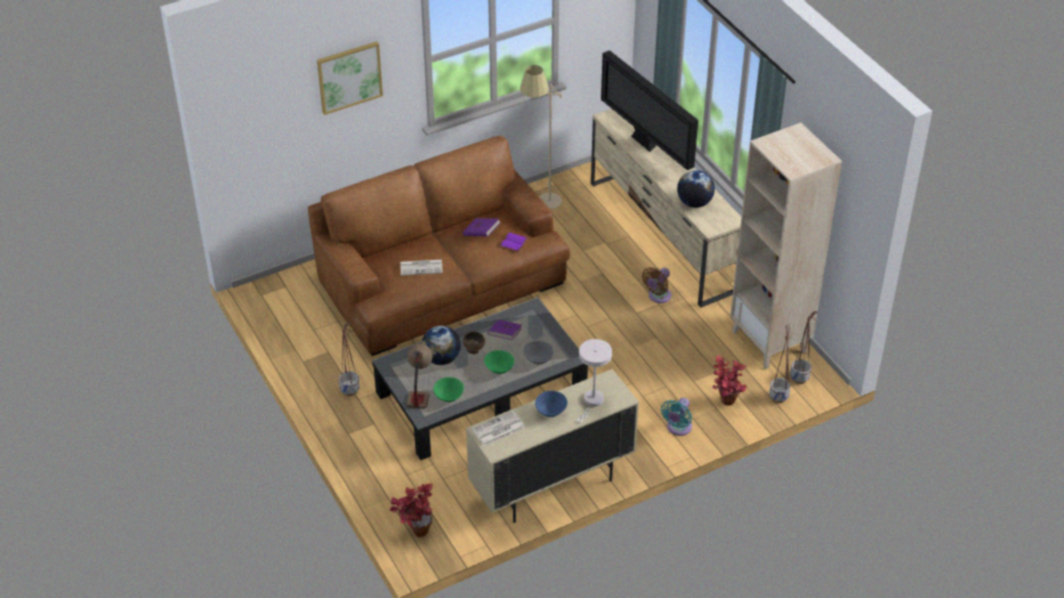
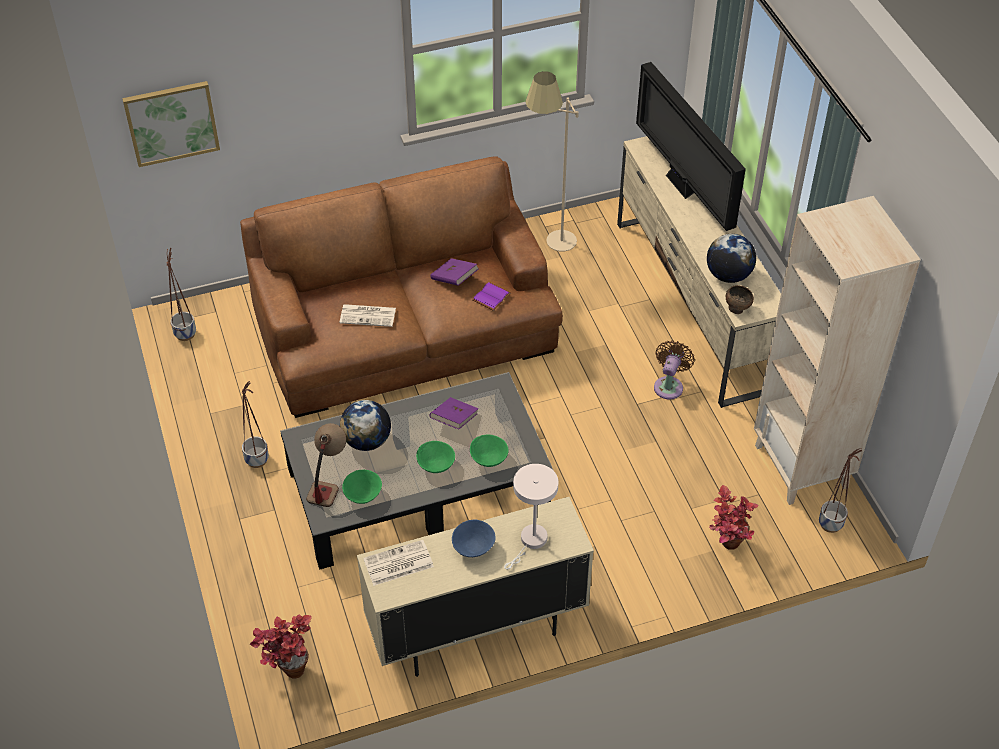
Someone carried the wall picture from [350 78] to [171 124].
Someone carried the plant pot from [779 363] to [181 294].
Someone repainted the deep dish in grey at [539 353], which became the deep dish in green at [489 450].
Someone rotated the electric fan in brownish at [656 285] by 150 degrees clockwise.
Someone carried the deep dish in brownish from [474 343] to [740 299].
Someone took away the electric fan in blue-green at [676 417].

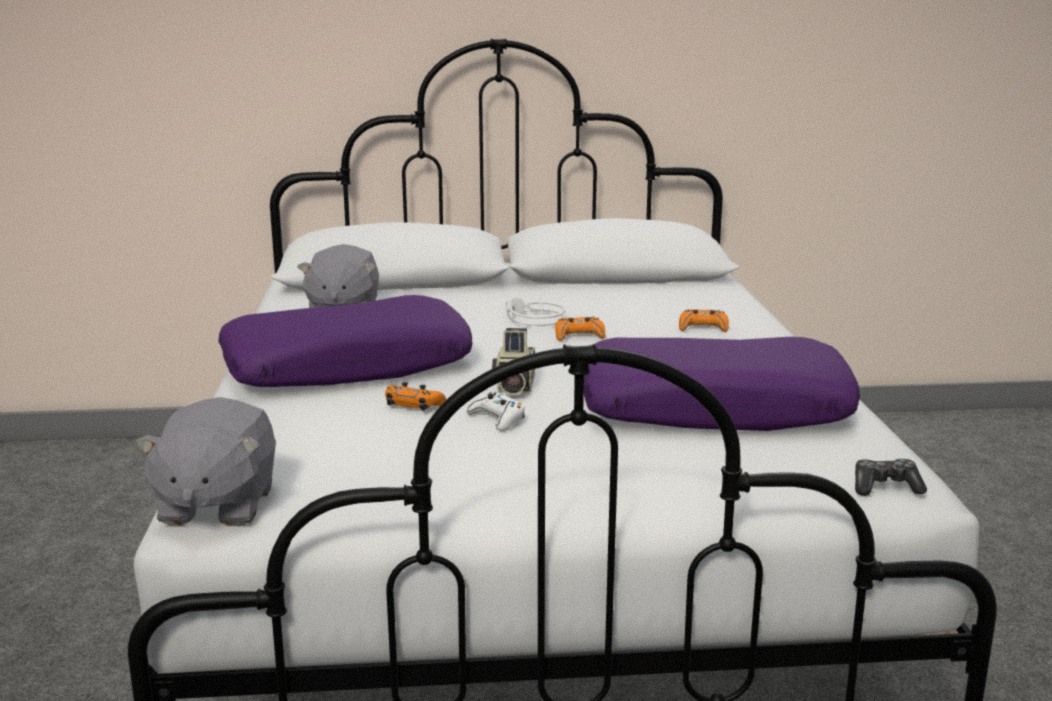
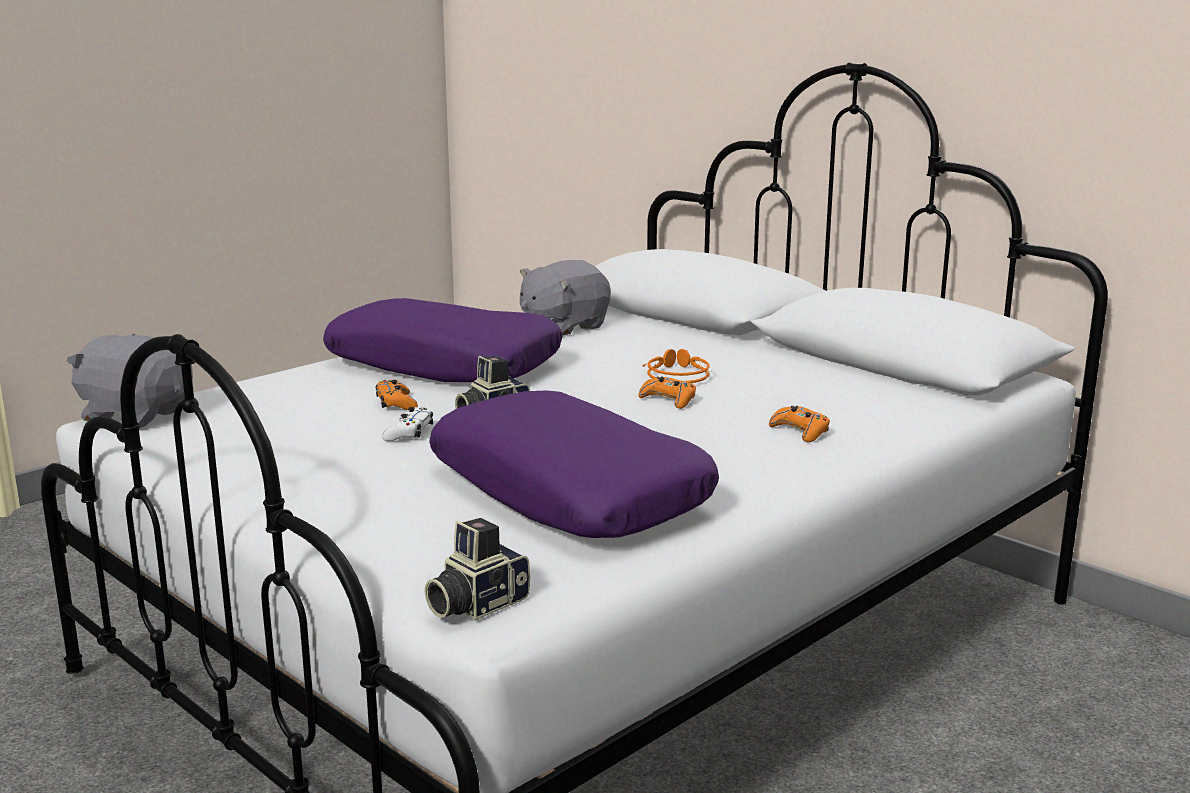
Someone rotated the plush toy in grey at [205 461] by 60 degrees clockwise.
Someone swapped the joypad at [891 477] for the photo camera at [477 569].
Someone repainted the pair of headphones in white at [535 311], which became the pair of headphones in orange at [676 366].

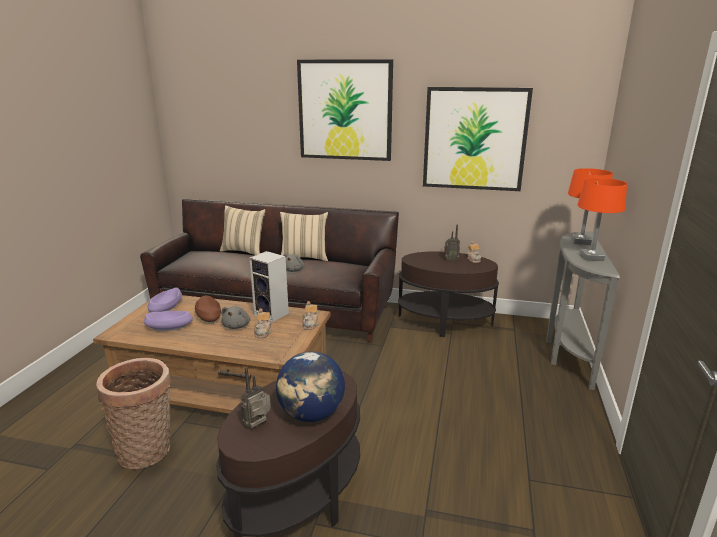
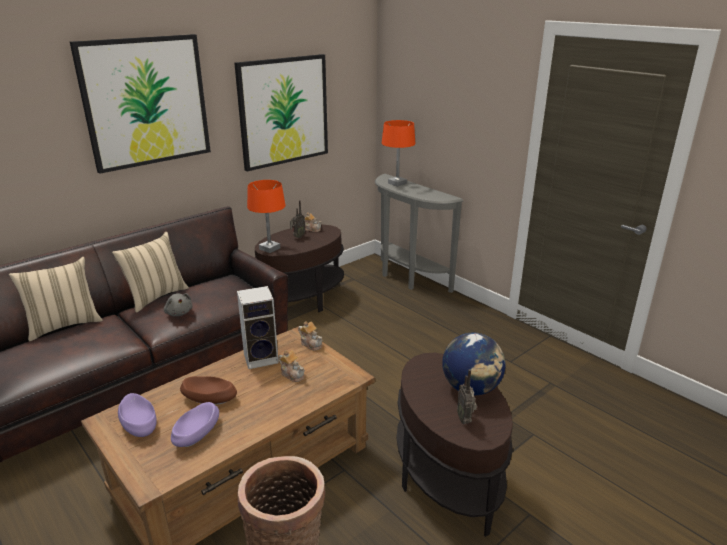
Someone carried the lamp for a table in orange from [602 219] to [266 216].
Someone took away the plush toy in grey at [235 317].

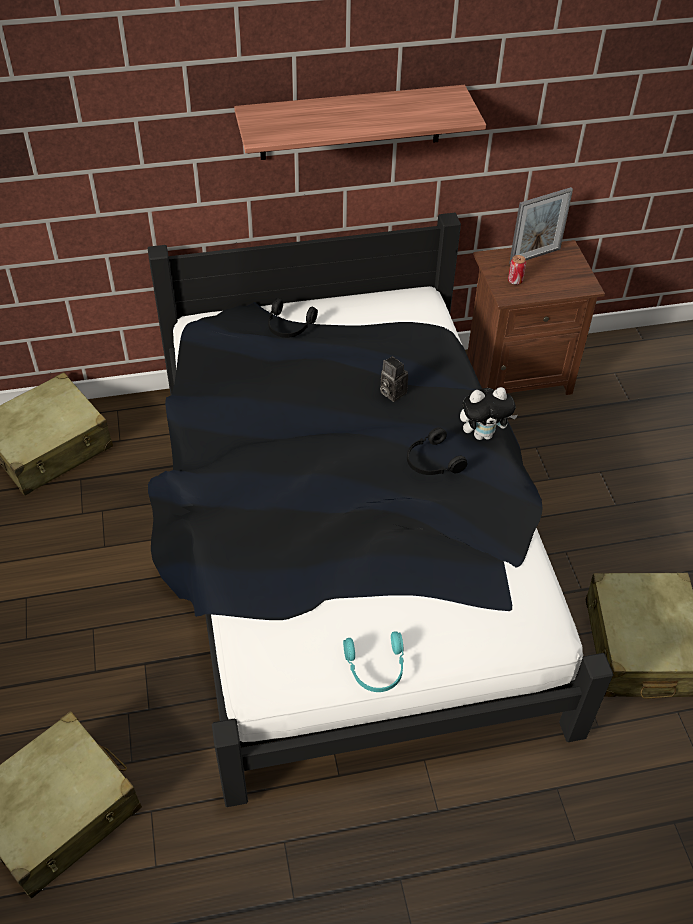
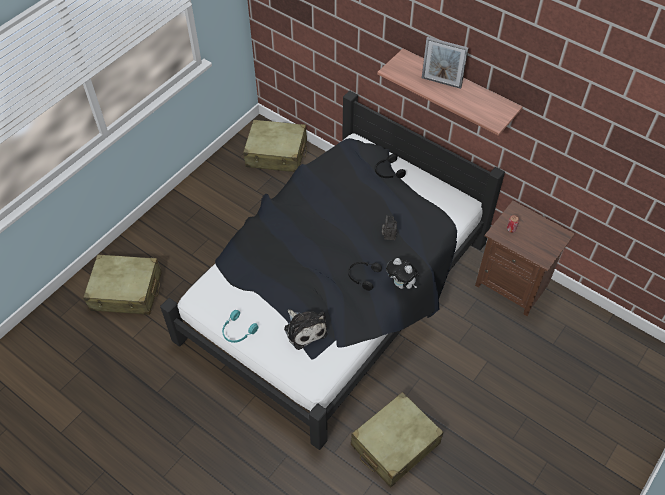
Someone put down the plush toy at [305 330].
Someone carried the photo frame from [541 225] to [445 63].

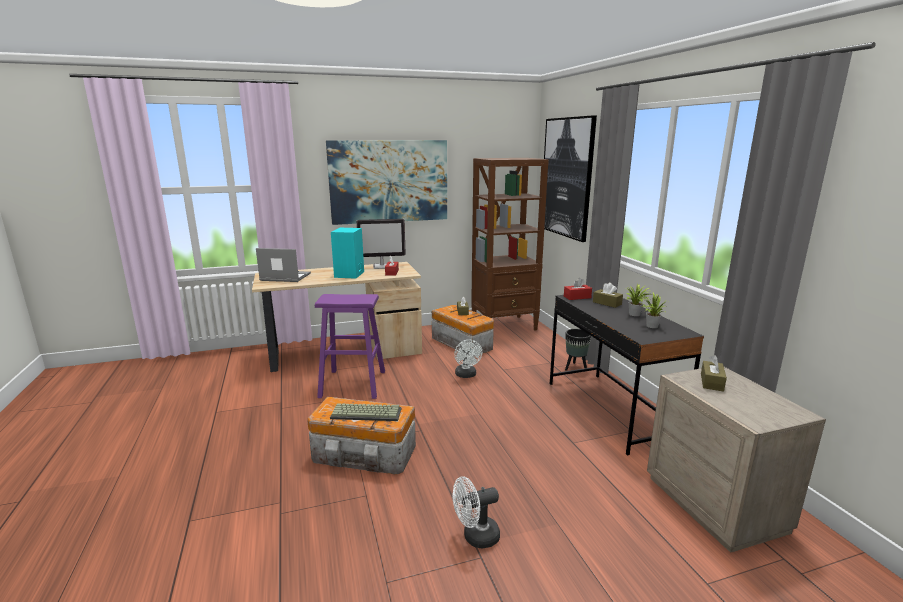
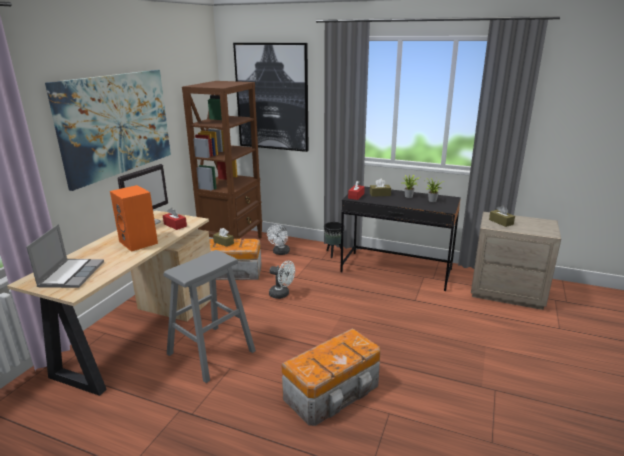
Someone rotated the portable computer at [283 265] by 135 degrees clockwise.
Someone repainted the audio speaker in blue-green at [347 253], which became the audio speaker in orange at [134 218].
Someone repainted the stool in purple-coloured at [350 346], which became the stool in grey at [209 316].
Someone carried the electric fan in white from [476 512] to [278 240].
Someone took away the computer keyboard at [366 412].

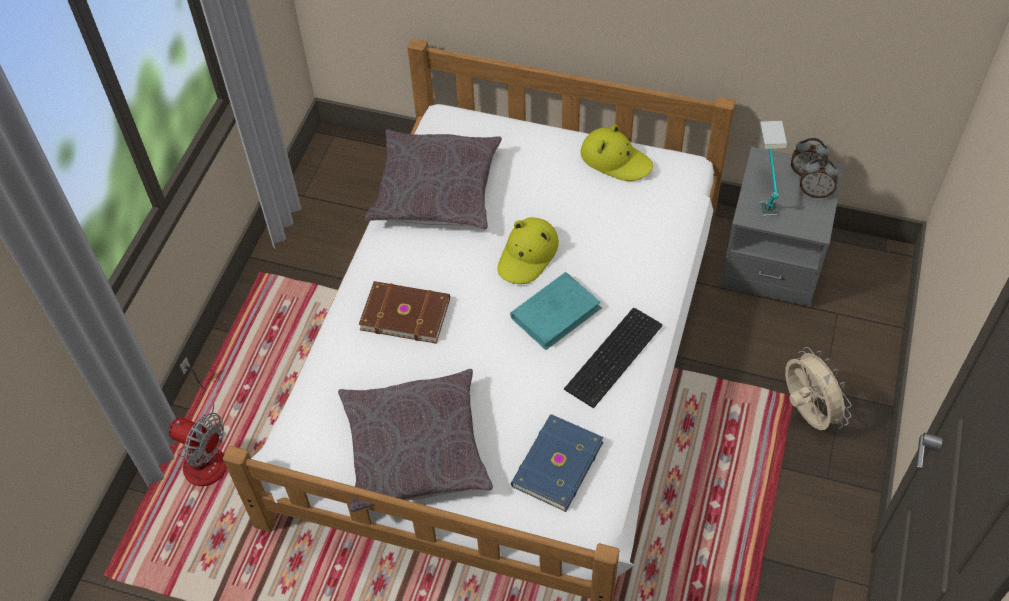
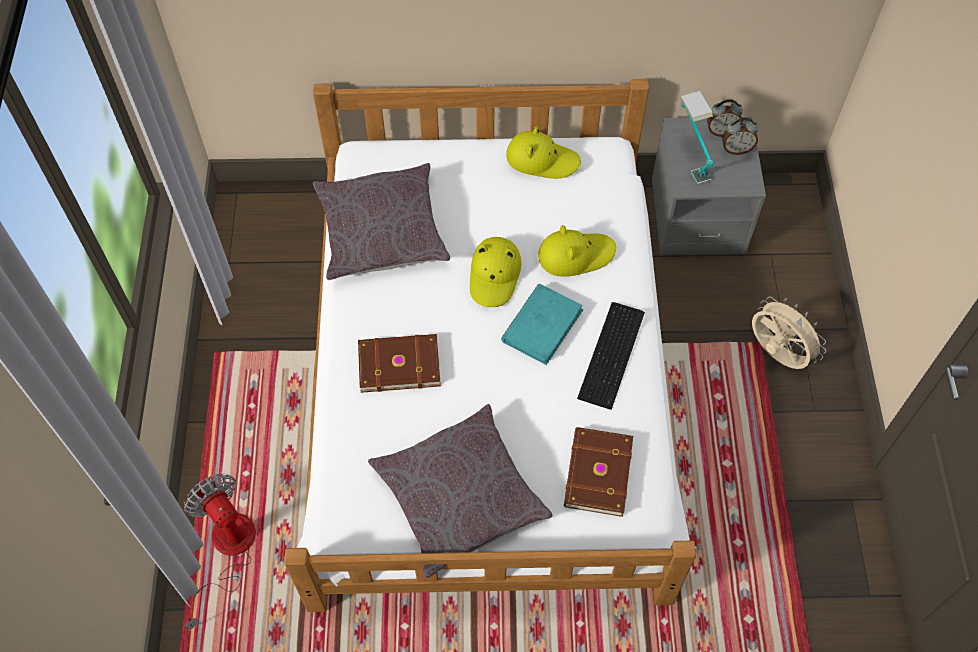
Someone rotated the electric fan at [197 421] by 135 degrees counterclockwise.
Someone put down the clothing hat in yellow-coloured at [577 251].
Someone repainted the volume in bluish at [557 463], which became the volume in brownish at [598 472].

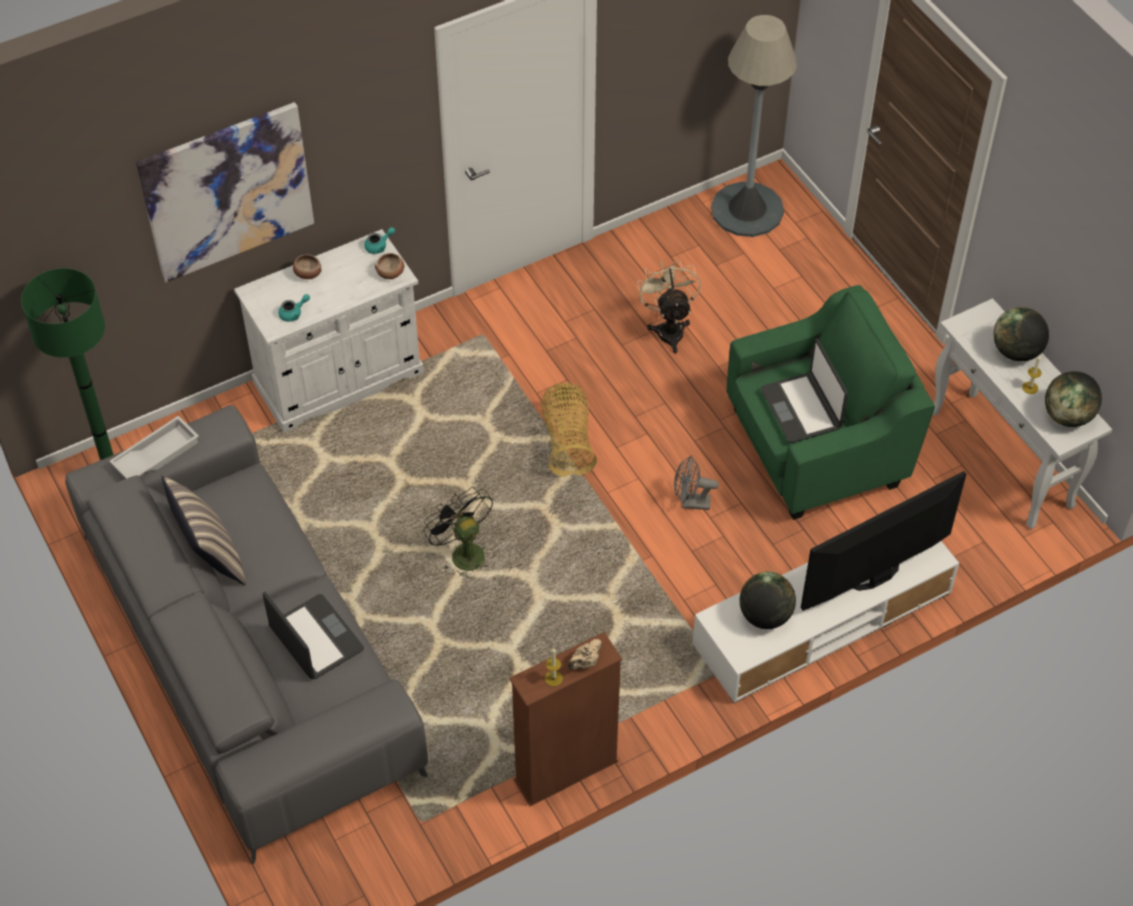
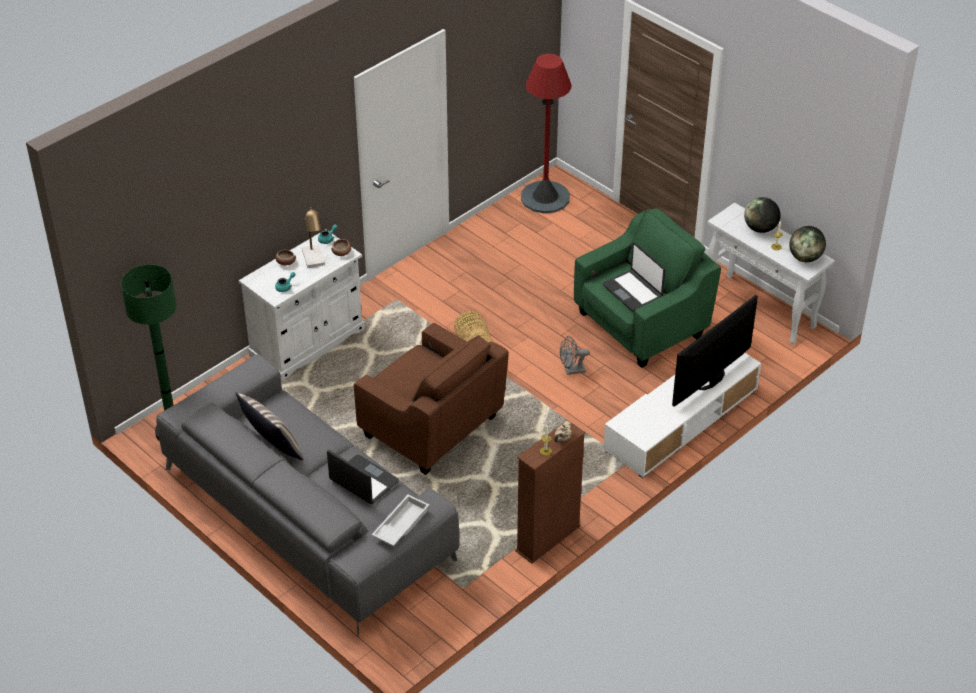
Someone put down the lamp for a table at [313 237].
Someone swapped the electric fan in blackish at [458 532] for the easy chair in brownish at [431 399].
Someone carried the serving tray in white from [154 447] to [400 520].
Someone repainted the standing lamp in grey at [754 126], which became the standing lamp in reddish at [546 133].
Someone took away the wall picture at [225 192].
Someone took away the electric fan in beige-coloured at [669 306].
Someone took away the world globe at [768 600].

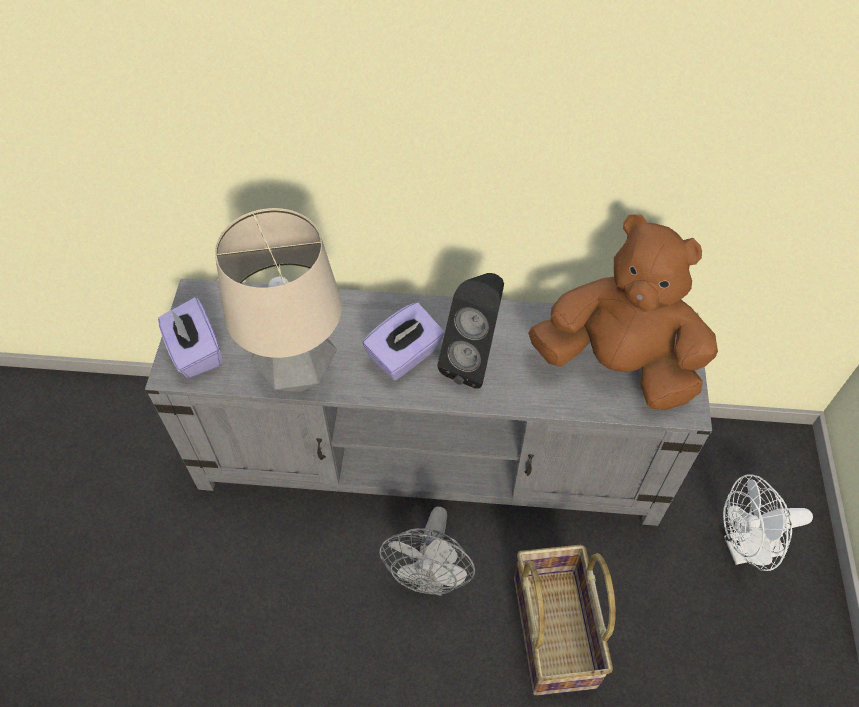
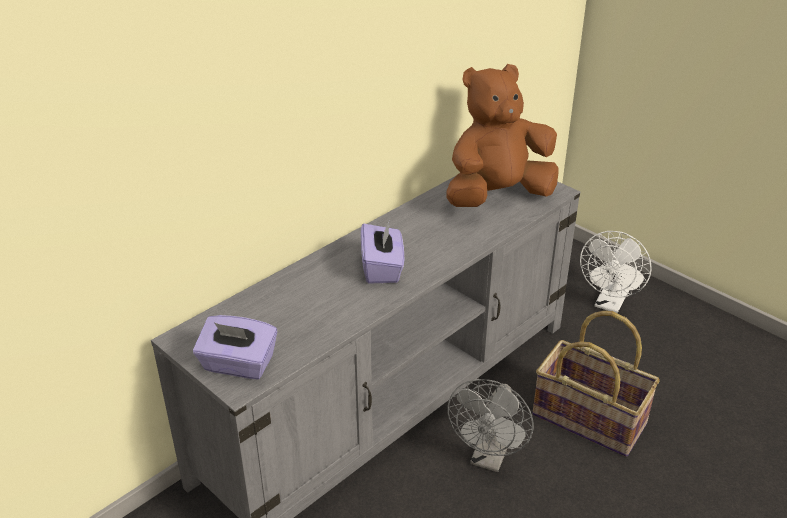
Someone rotated the electric fan in grey at [427 551] by 60 degrees clockwise.
Someone took away the lamp for a table at [278 300].
Someone took away the audio speaker in blackish at [470 331].

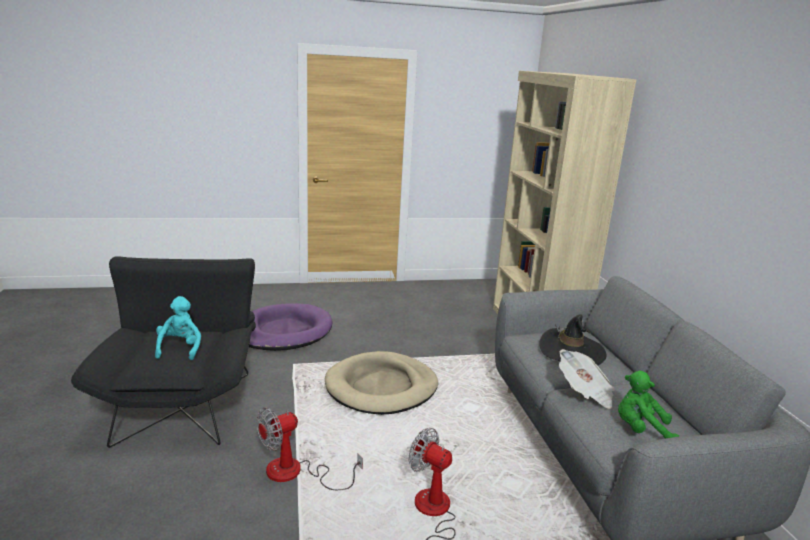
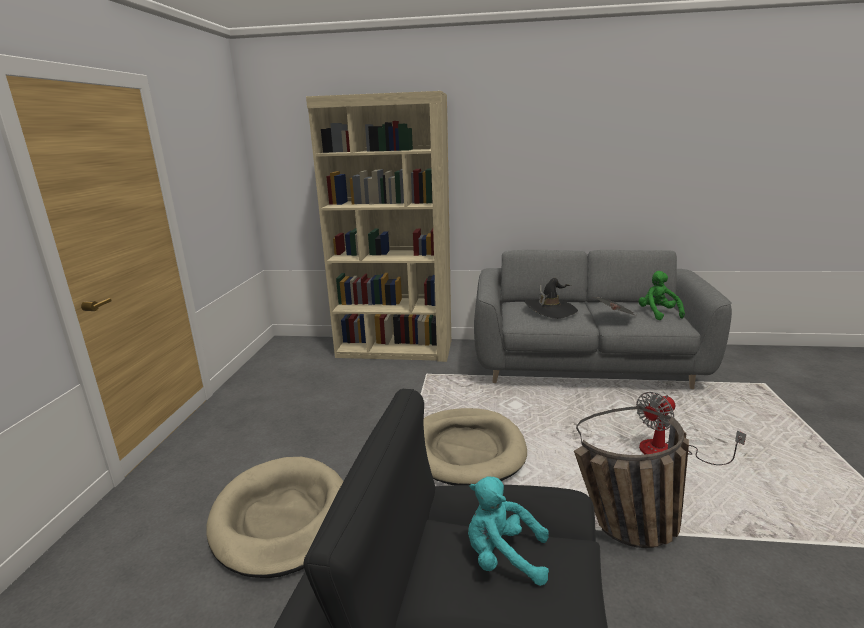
Someone repainted the dog cushion in purple-coloured at [290 327], which became the dog cushion in beige-coloured at [275 517].
Someone swapped the electric fan at [309 449] for the storage basket at [631 477].
Someone rotated the plush toy in green at [648 404] by 135 degrees clockwise.

